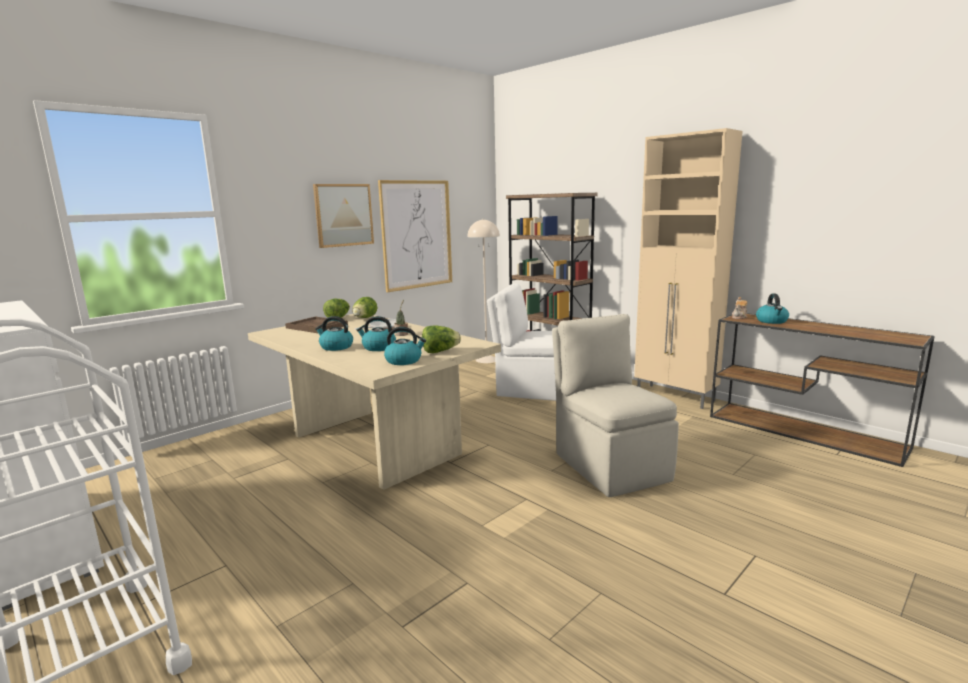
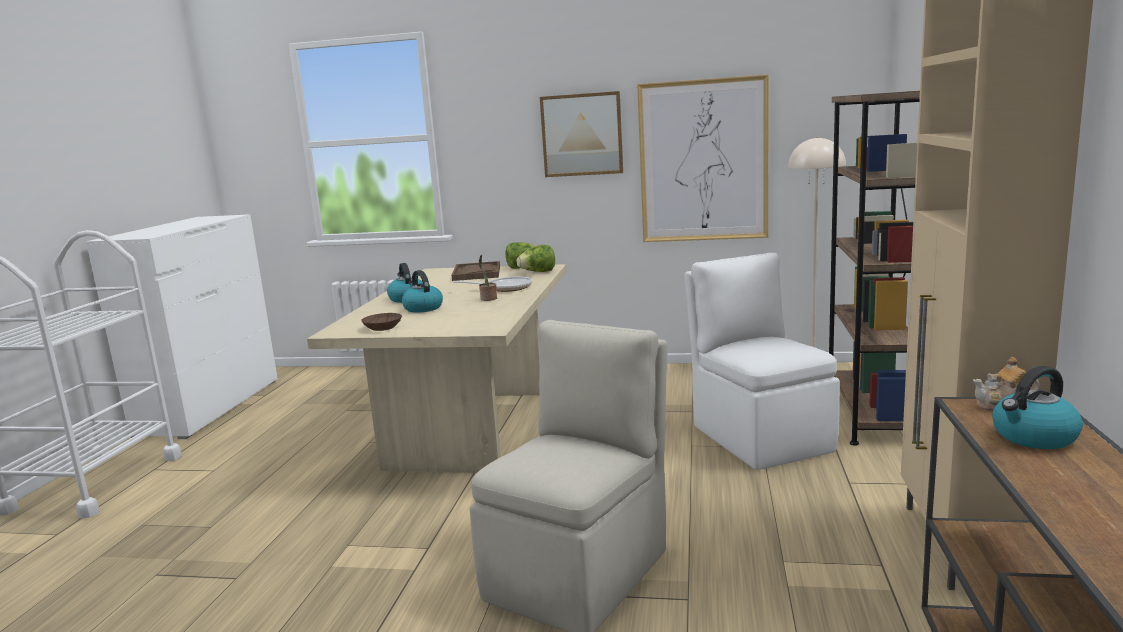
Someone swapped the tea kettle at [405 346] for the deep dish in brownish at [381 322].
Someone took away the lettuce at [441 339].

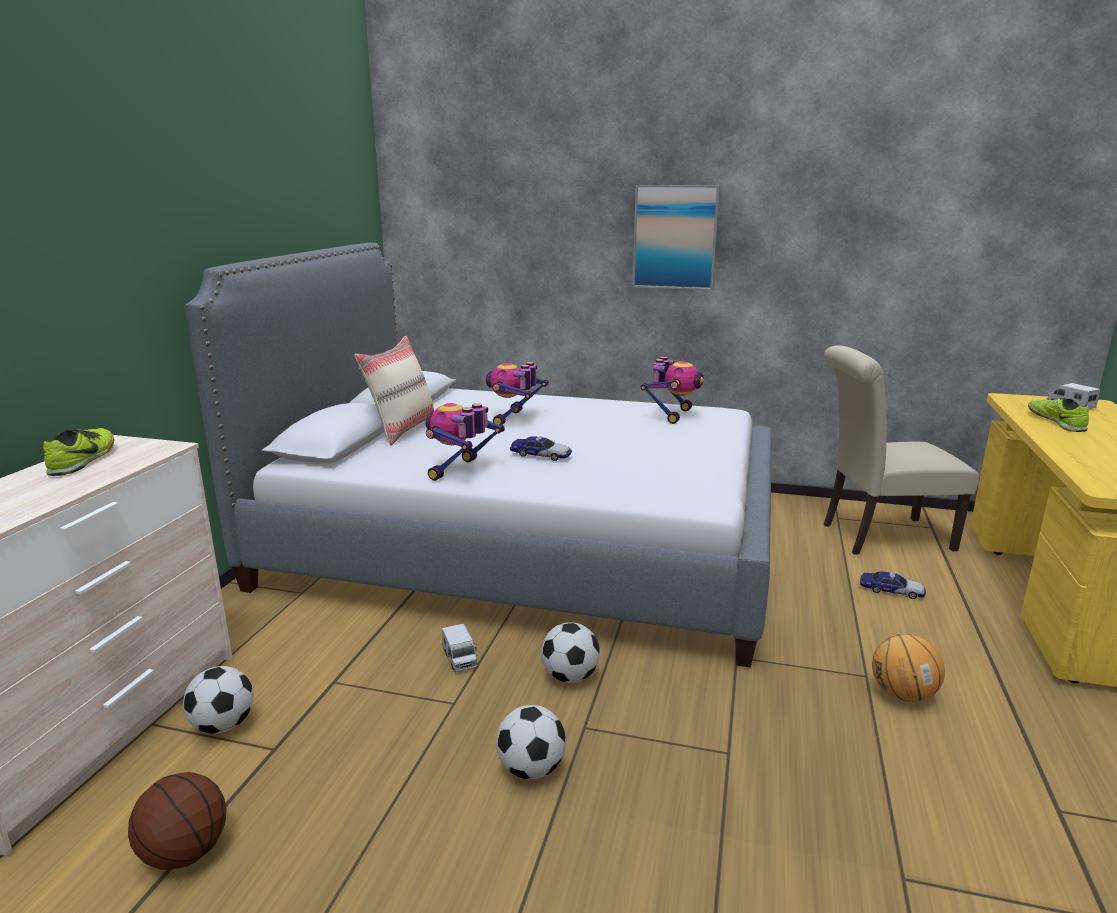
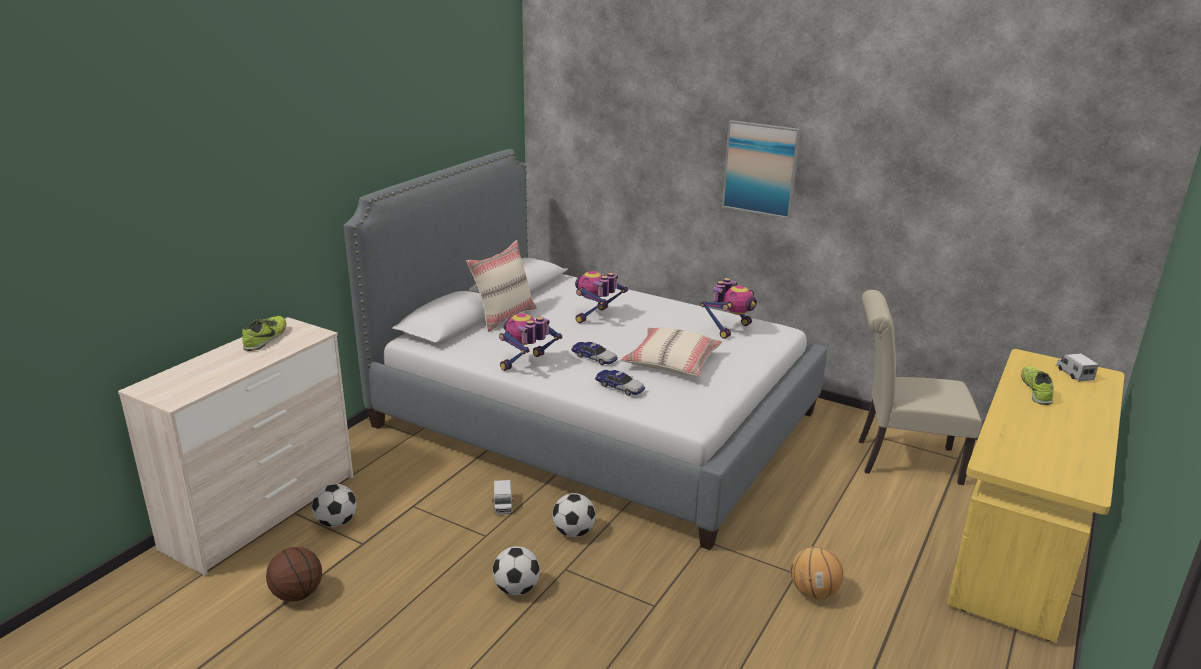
Someone carried the toy car from [893 585] to [620 383].
Someone put down the pillow in beige-coloured at [671 352].

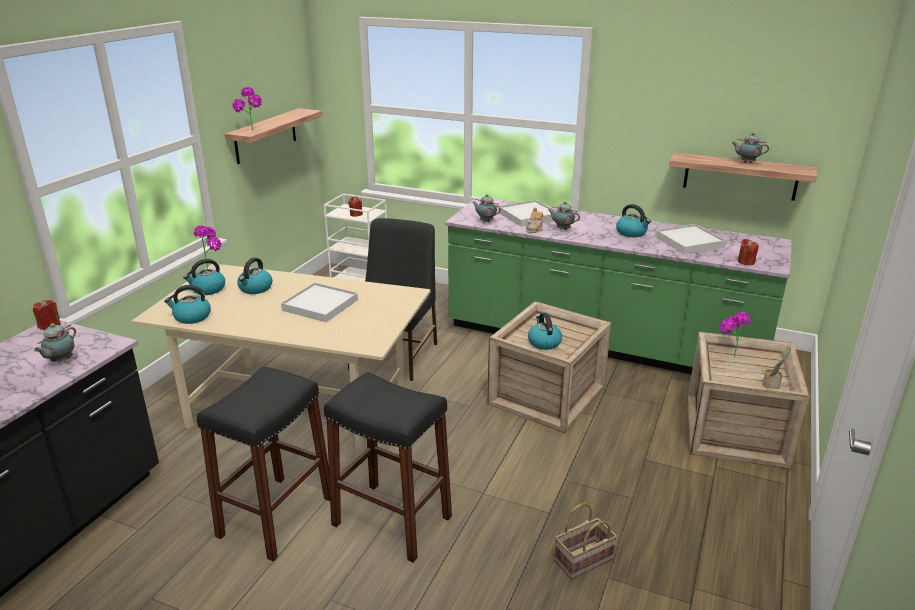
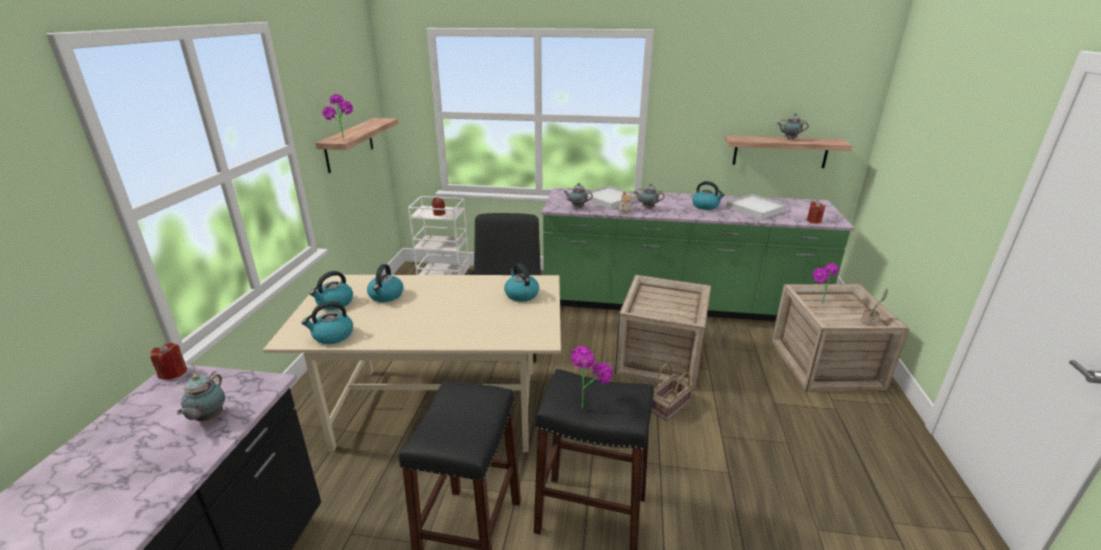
Someone carried the tea kettle from [545 331] to [521 283].
Someone carried the potted plant from [207 247] to [592 377].
Someone carried the storage basket from [585 541] to [672 392].
Someone took away the serving tray in white at [319 302].

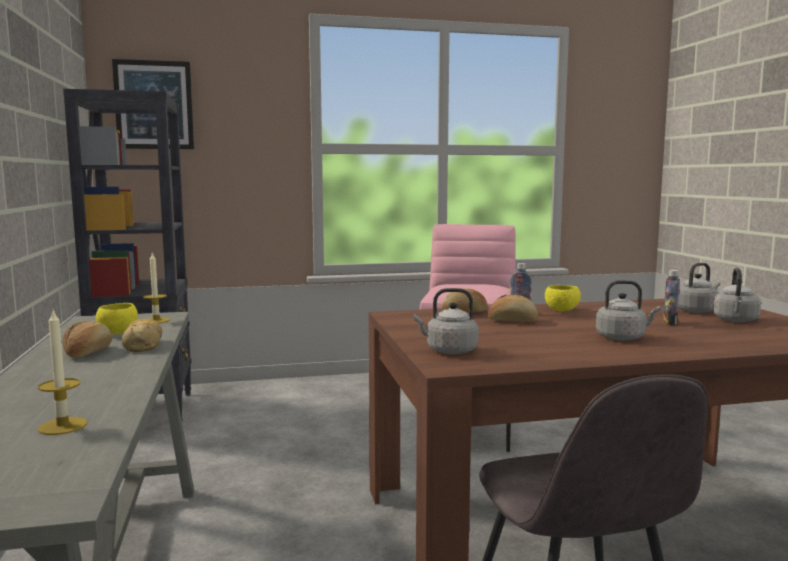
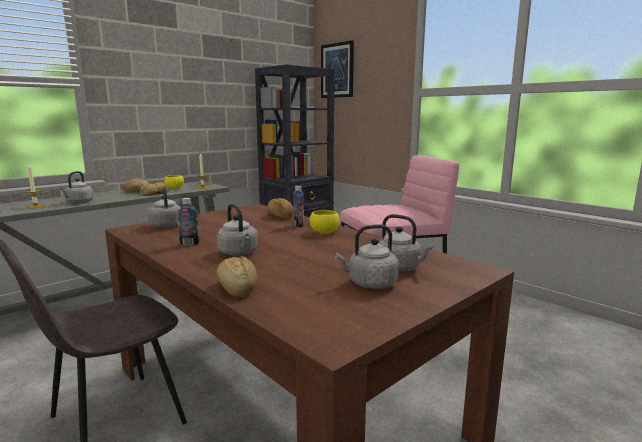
Someone put down the tea kettle in grey at [77 187].
Someone carried the bottle from [671 297] to [188 222].
Someone carried the bread from [513 308] to [236 276].

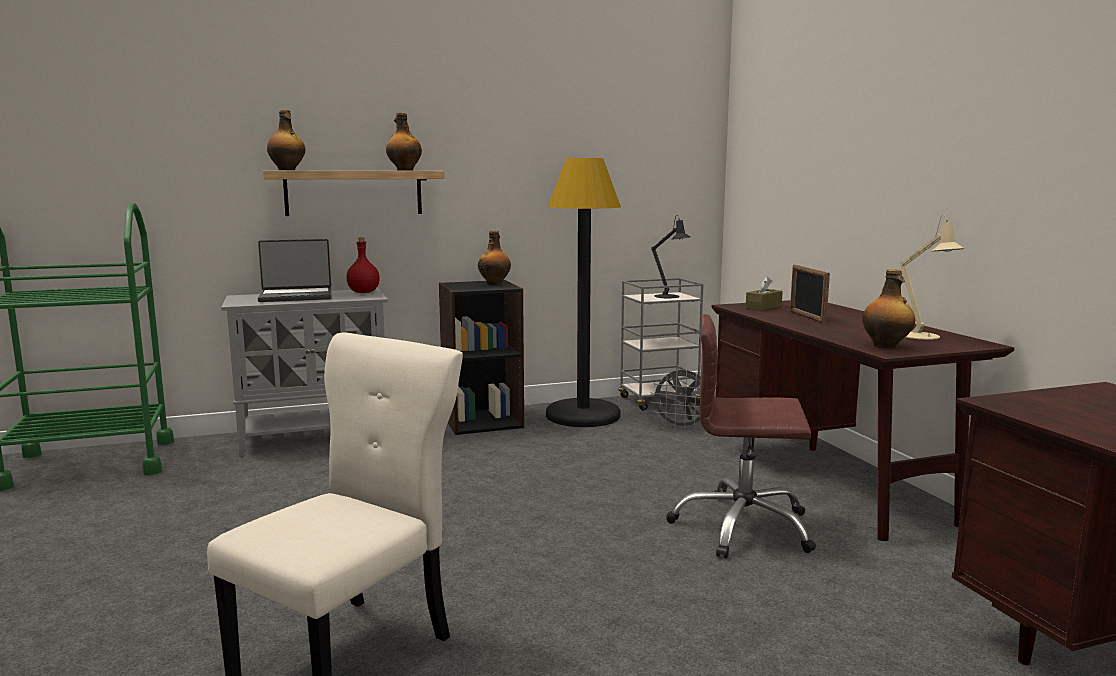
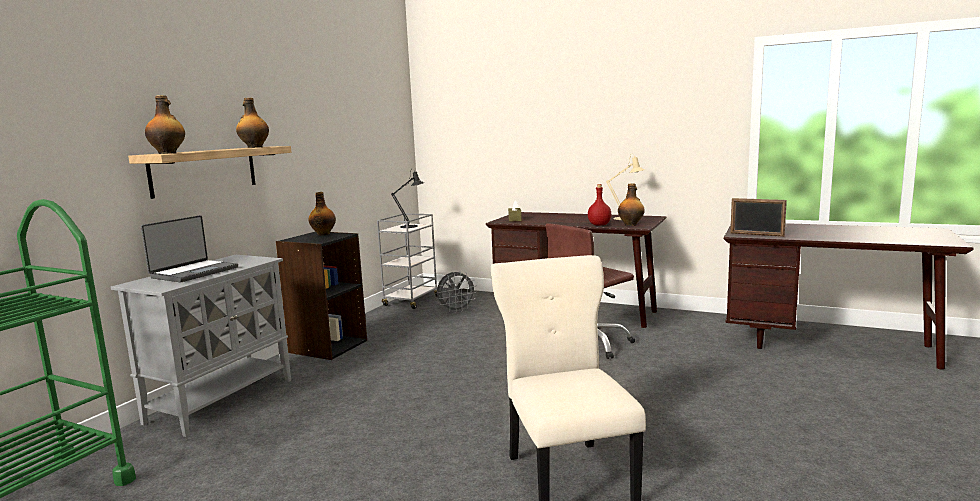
Someone carried the bottle in reddish from [363 265] to [599 204].
Someone carried the photo frame from [810 294] to [758 217].
Someone took away the standing lamp in blackish at [583 292].

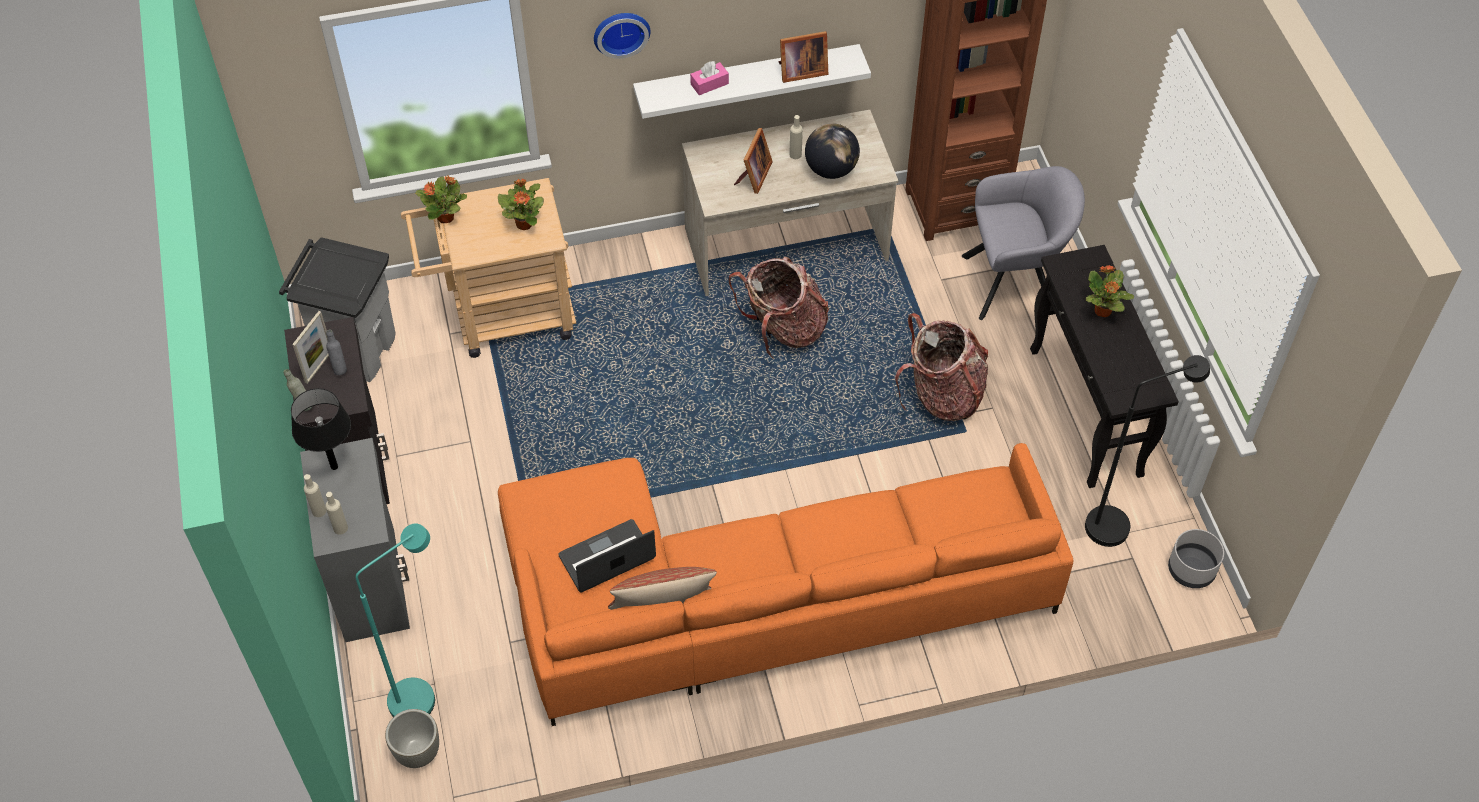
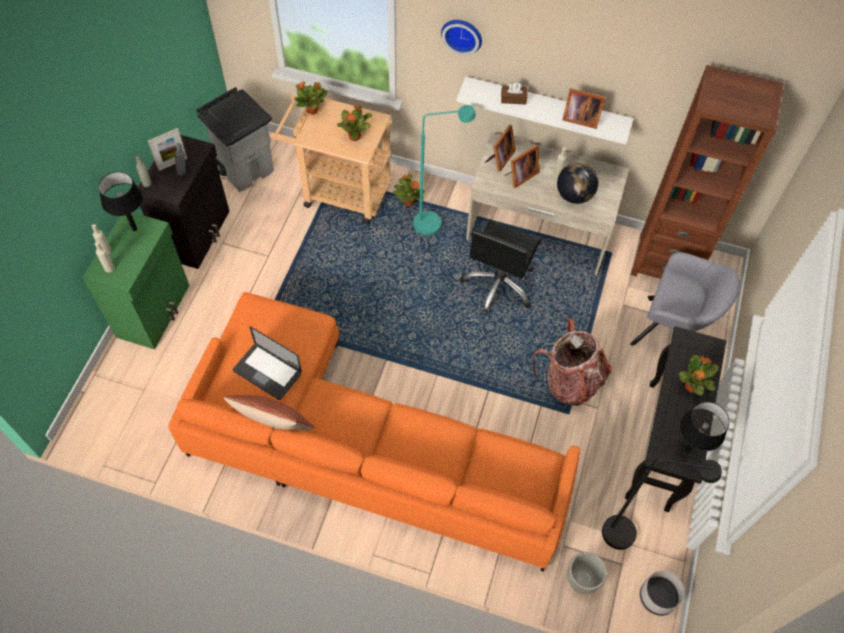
Someone repainted the cupboard in grey at [355 540], which became the cupboard in green at [136 281].
Someone rotated the portable computer at [607 555] by 150 degrees counterclockwise.
Someone put down the potted plant at [409 190].
Someone carried the standing lamp in blue-green from [395 620] to [444 170].
Someone swapped the knapsack at [779 307] for the office chair in blackish at [500 267].
Someone put down the photo frame at [500 148].
Someone repainted the box of tissues in pink at [709 78], which became the box of tissues in brownish at [514 94].
Someone carried the plant pot in grey from [412 738] to [587 573].
Someone put down the lamp for a table in blackish at [704 428].

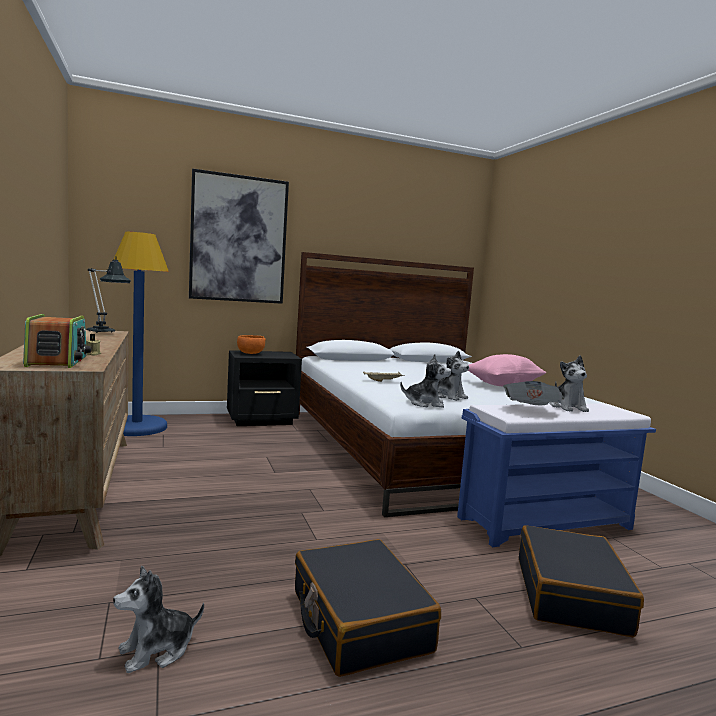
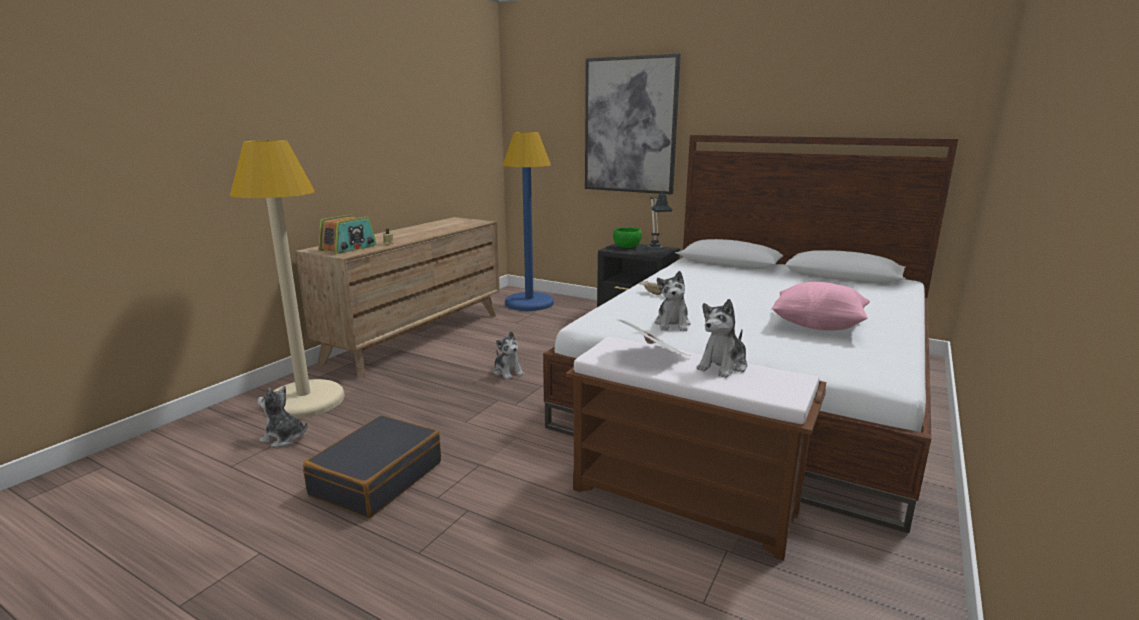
Someone put down the standing lamp in beige-coloured at [287 279].
Someone carried the plush toy from [425 381] to [508 355].
Someone repainted the bench in bluish at [556 475], which became the bench in brownish at [696 448].
Someone repainted the deep dish in orange at [251 344], which became the deep dish in green at [627 238].
Someone carried the lamp for a table from [108 294] to [658 219].
Someone took away the piece of luggage in blackish at [581 581].

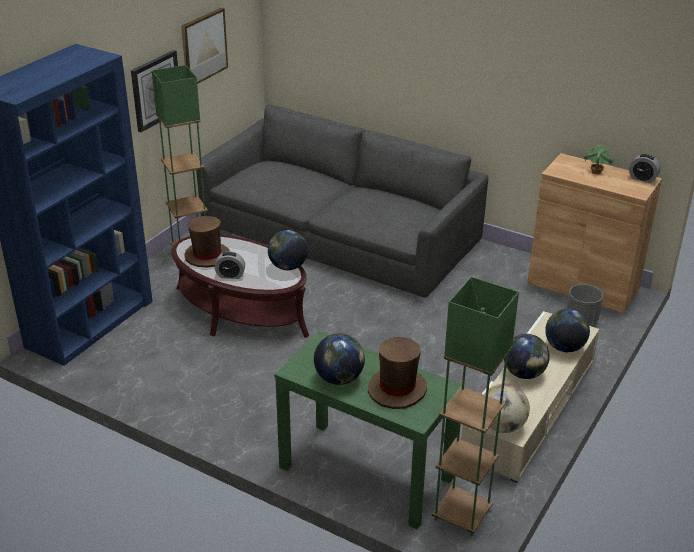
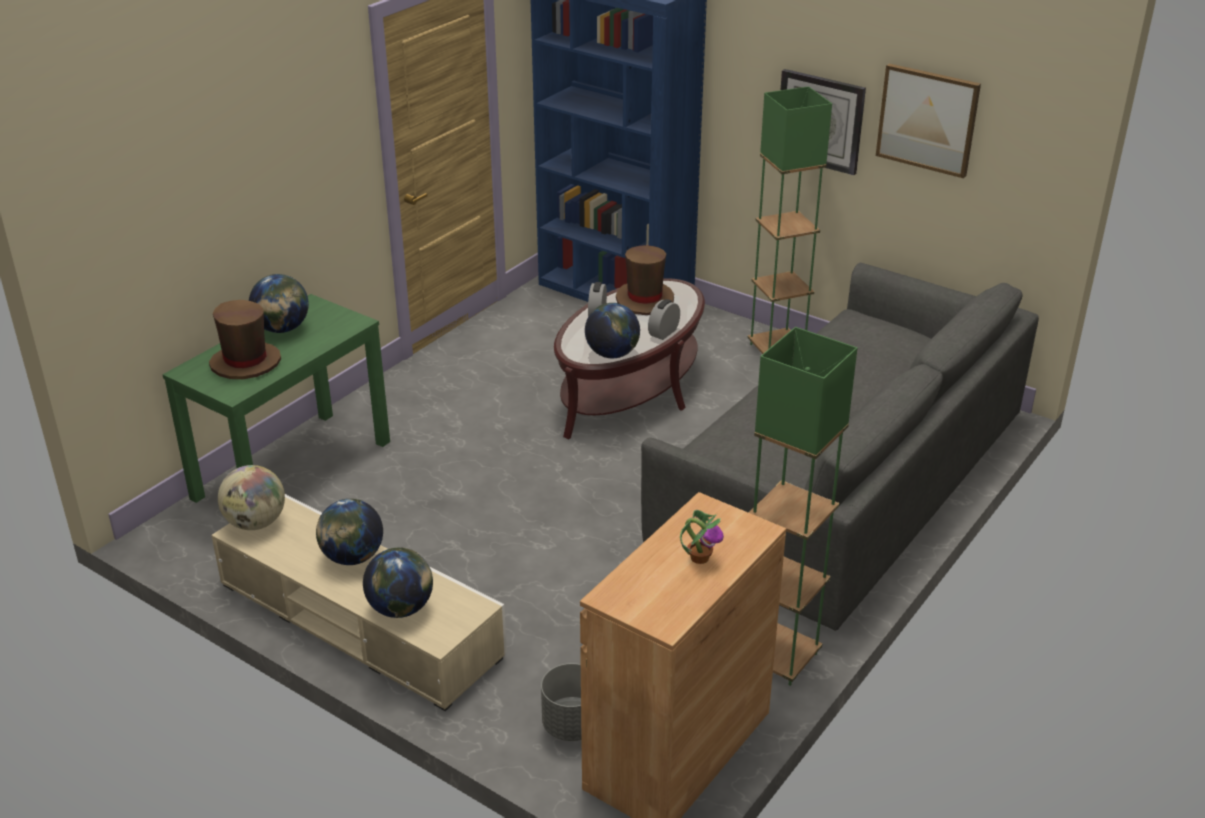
Someone carried the alarm clock from [644 168] to [664 319].
Someone carried the standing lamp in green from [475 406] to [803 506].

